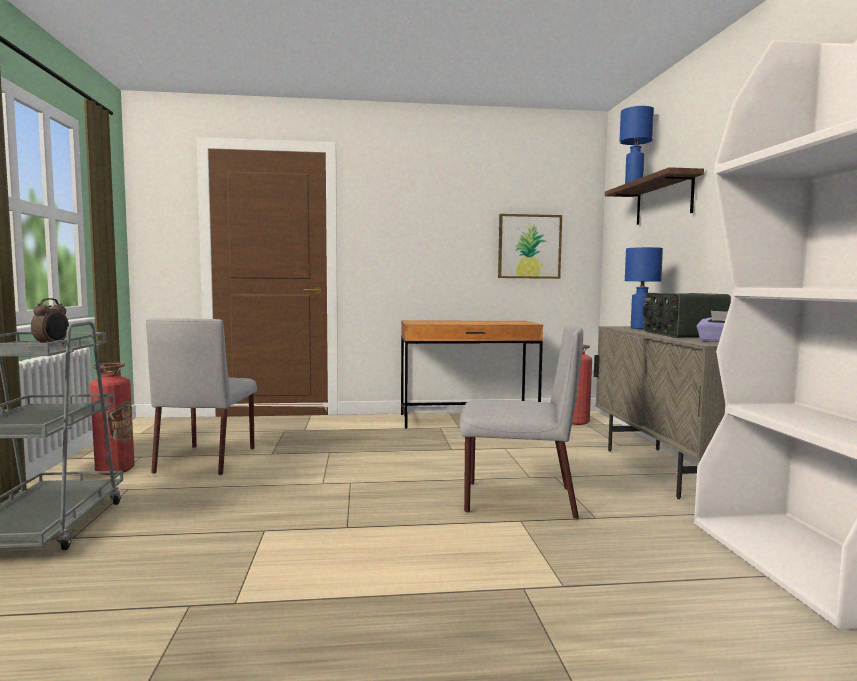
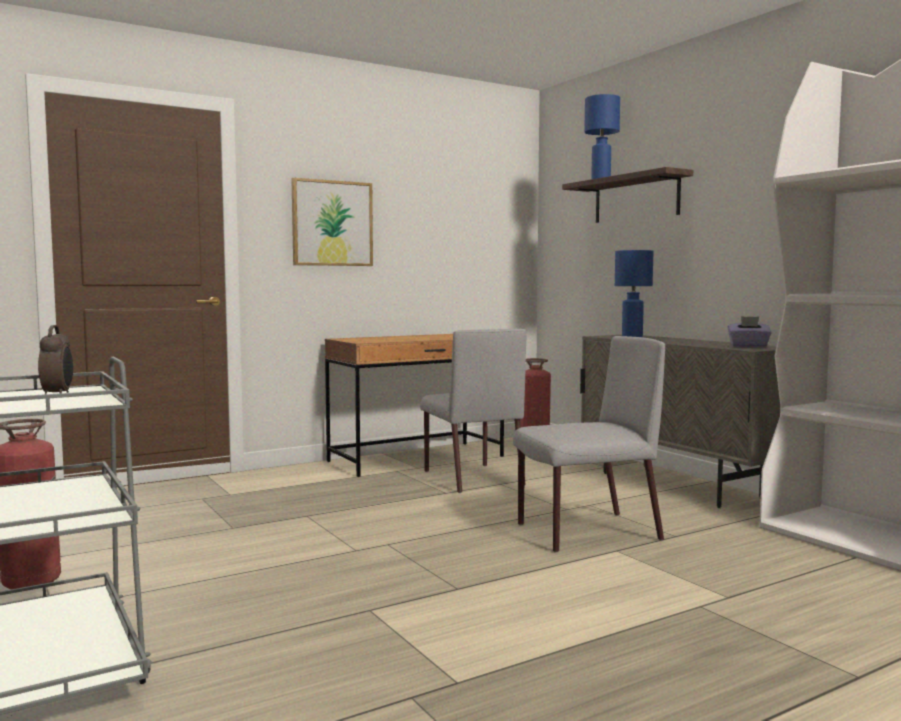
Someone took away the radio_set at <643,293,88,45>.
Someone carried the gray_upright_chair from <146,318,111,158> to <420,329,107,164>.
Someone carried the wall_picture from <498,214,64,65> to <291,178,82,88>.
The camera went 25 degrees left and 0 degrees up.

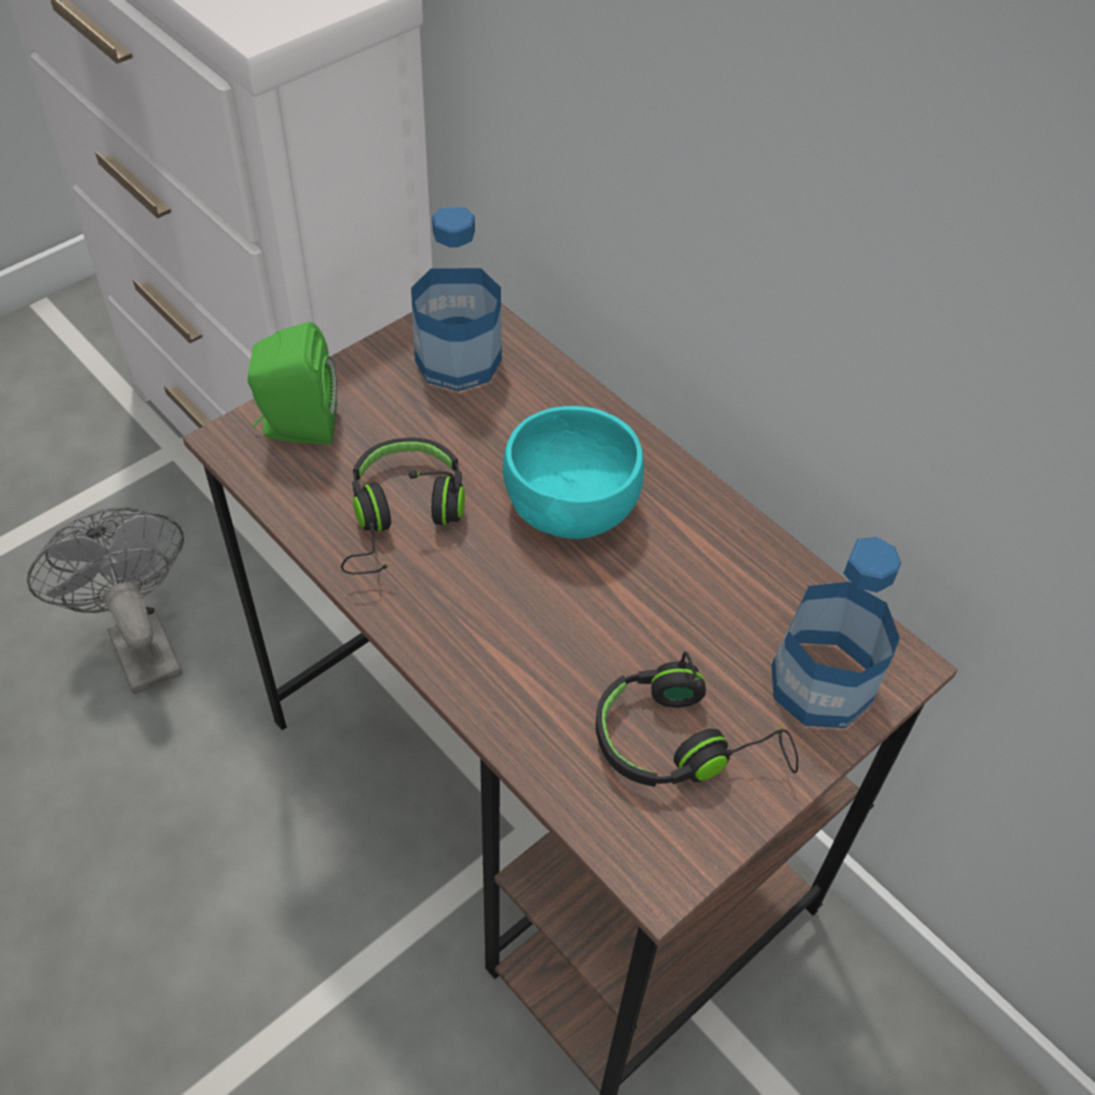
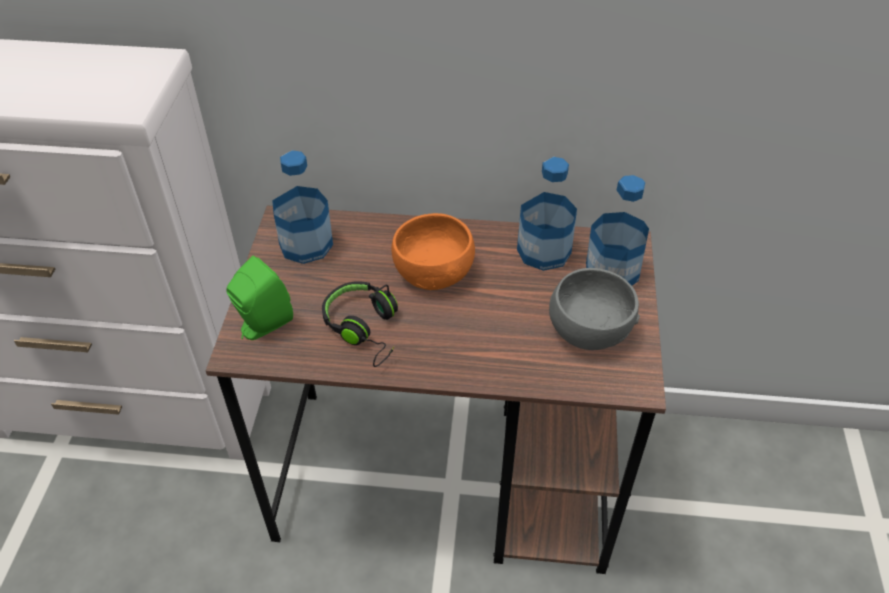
Someone took away the gray_cooling_fan at <27,507,157,187>.
Someone put down the bottle at <517,157,60,114>.
Someone swapped the black_pair_of_headphones at <596,652,202,135> for the gray_deep_dish at <549,268,91,82>.
Someone repainted the turquoise_deep_dish at <503,406,141,133>, which became the orangey_deep_dish at <391,213,84,77>.
The camera went 40 degrees left and 5 degrees down.

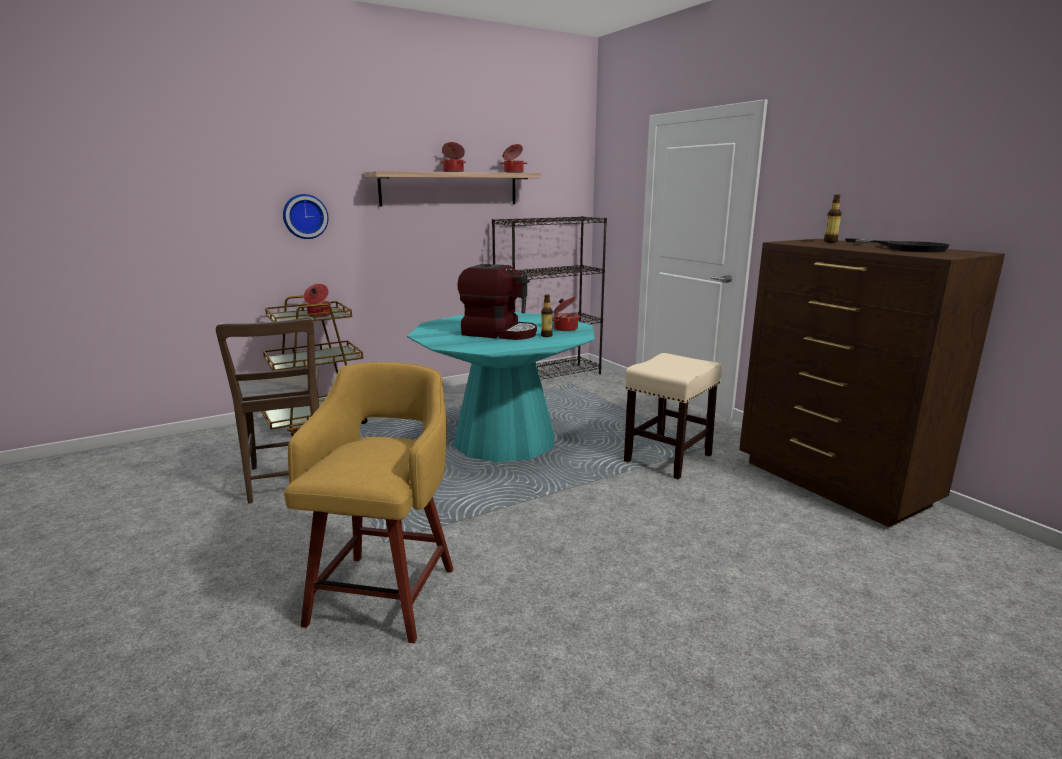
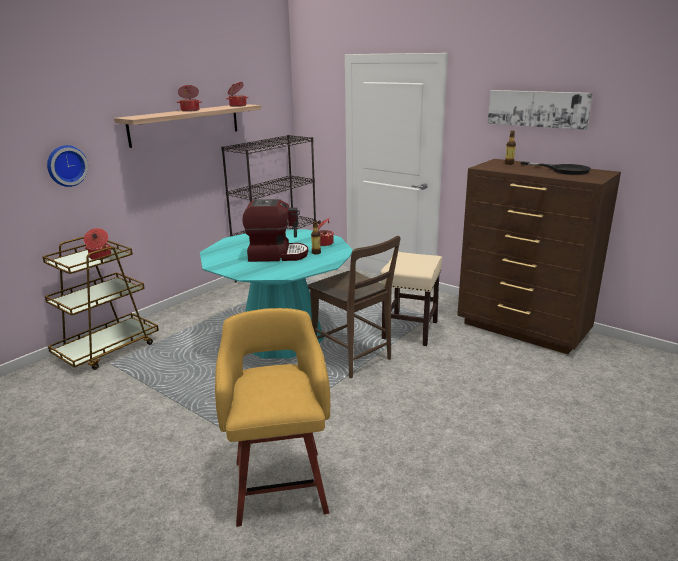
Someone put up the wall_picture at <488,90,105,40>.
Someone carried the brown_upright_chair from <216,318,103,185> to <308,236,92,142>.
The camera went 20 degrees left and 5 degrees up.

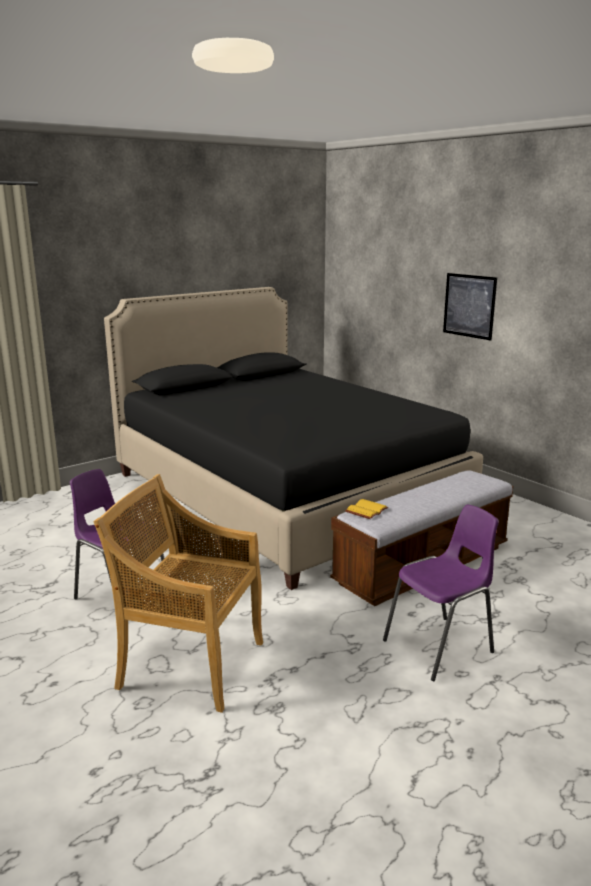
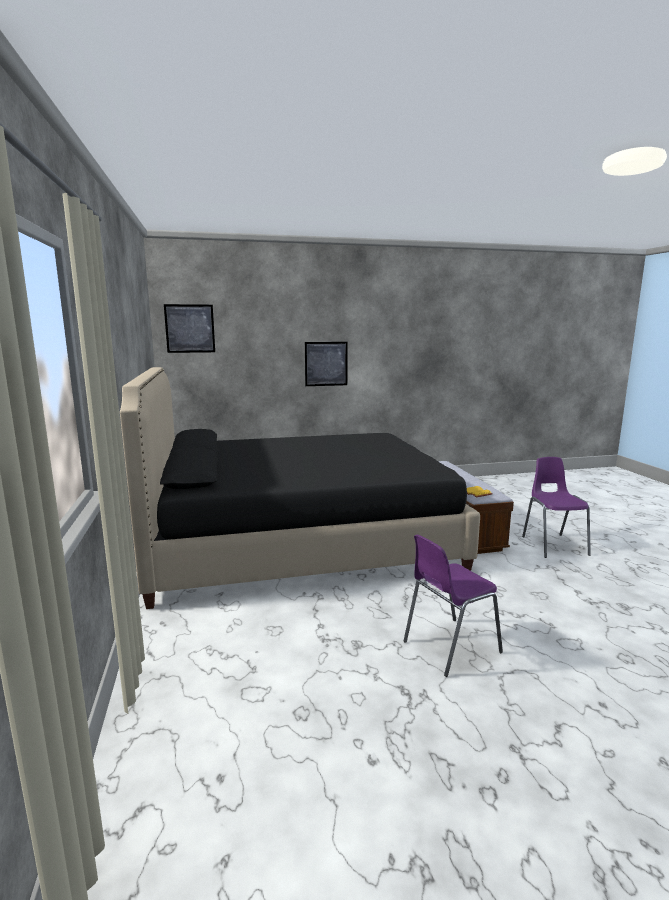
Someone took away the beige_upright_chair at <93,474,170,239>.
Someone put up the wall_picture at <164,304,51,49>.
The camera went 65 degrees left and 5 degrees down.

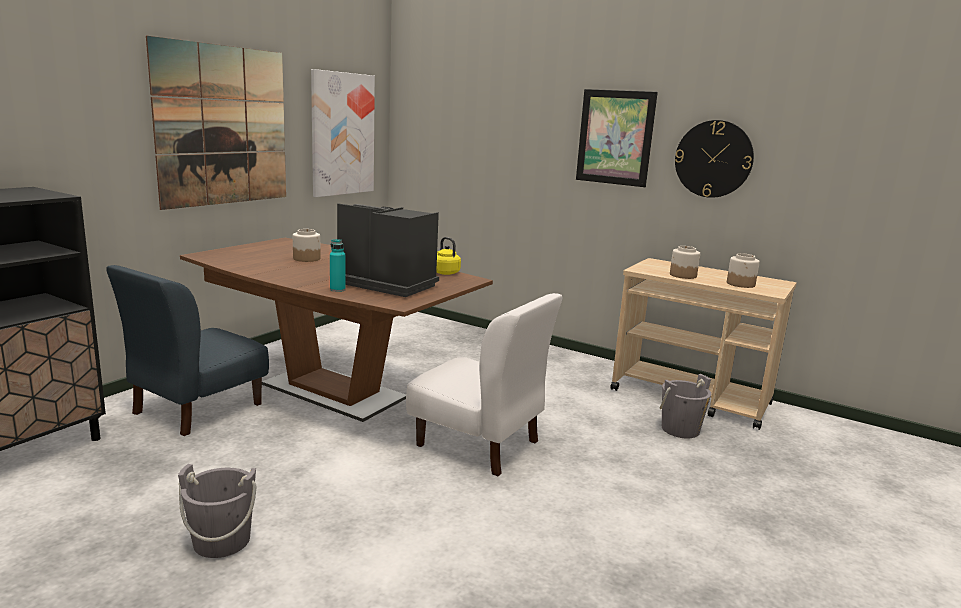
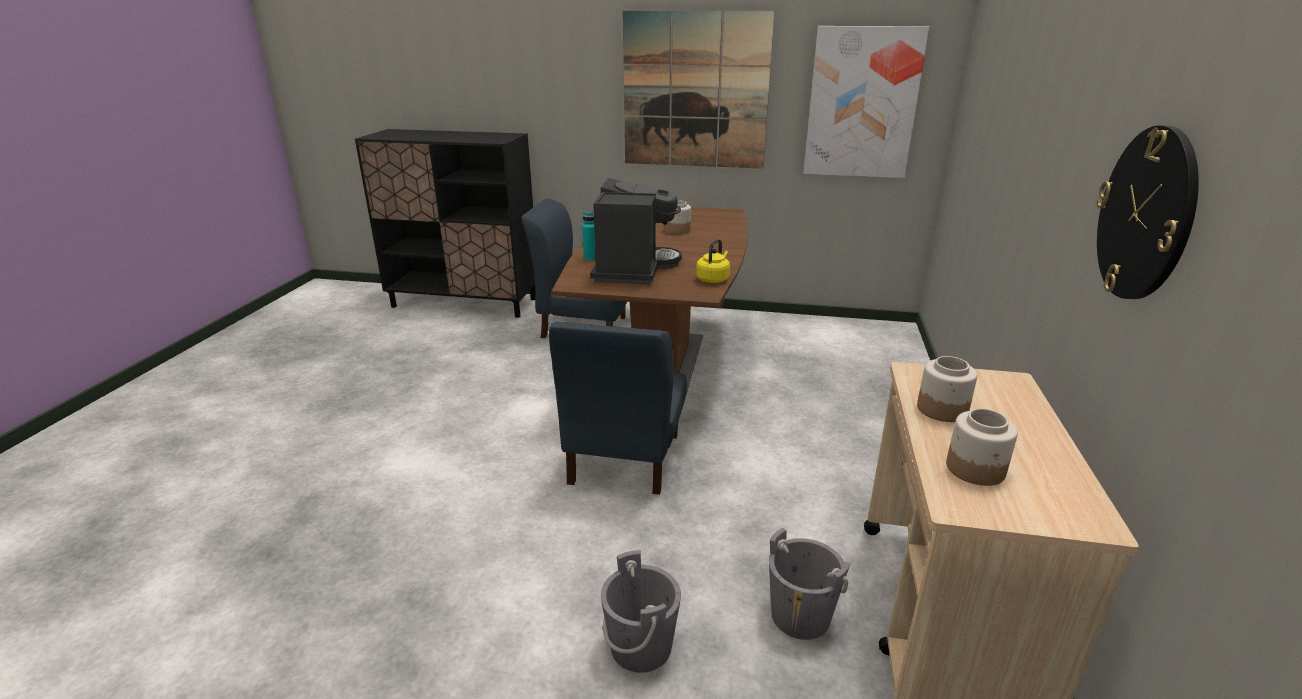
Someone took away the wall_picture at <576,89,82,98>.
Someone carried the gray_bucket from <178,464,78,94> to <601,550,80,123>.
Someone repainted the white_upright_chair at <406,293,156,183>, which became the bluish_upright_chair at <549,322,138,173>.
The camera went 70 degrees right and 10 degrees up.

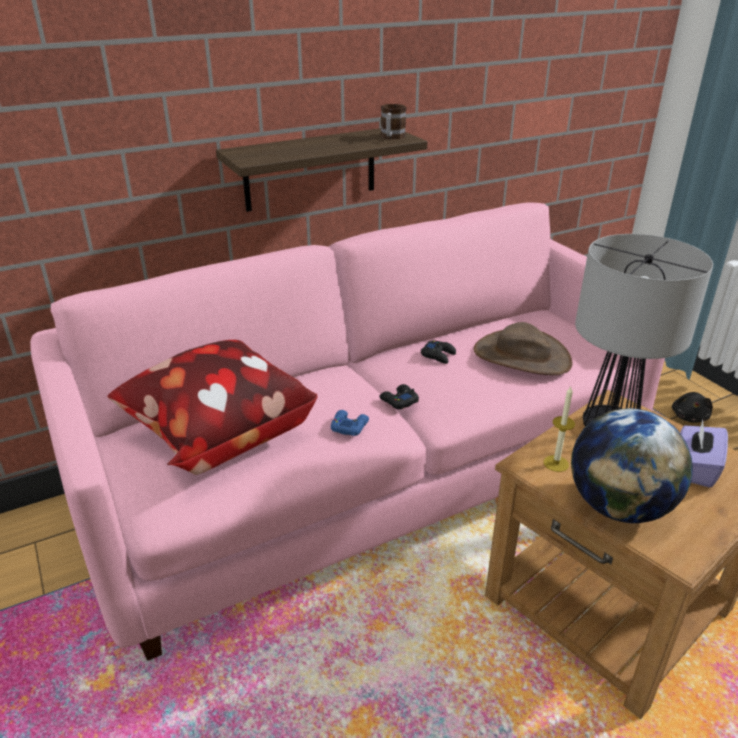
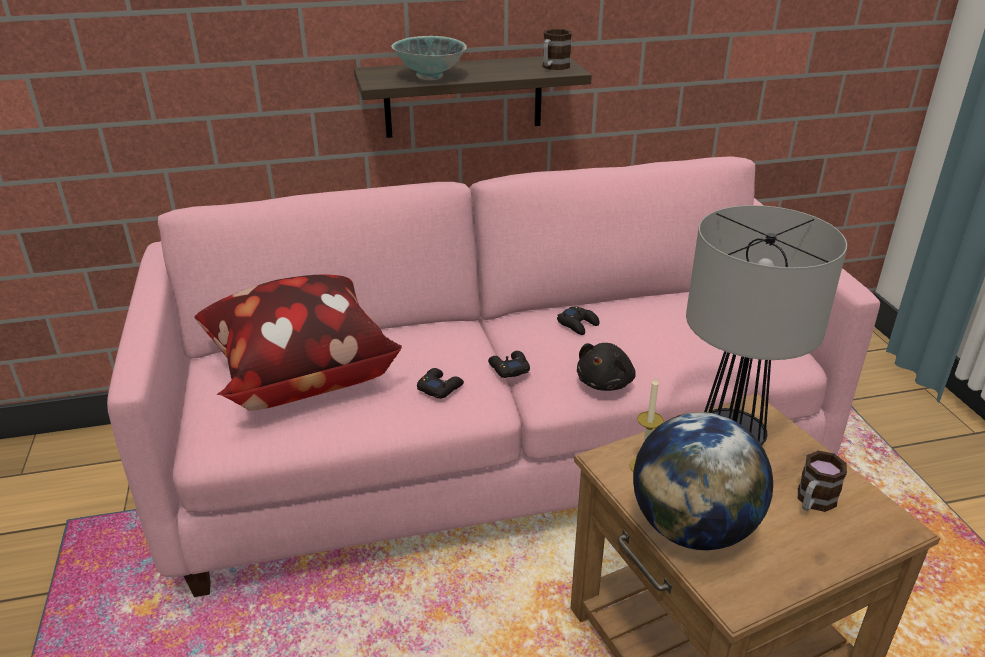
Someone took away the brown_clothing_hat at <474,322,98,53>.
Someone put down the deep_dish at <392,36,75,44>.
Someone carried the black_cuddly_toy from <672,392,41,31> to <576,343,60,48>.
Someone swapped the purplish_box_of_tissues at <680,419,48,69> for the tea_mug at <798,451,49,61>.
Someone repainted the bluish_game_controller at <331,410,38,26>, which became the black_game_controller at <417,368,47,31>.
The camera went 15 degrees right and 0 degrees up.

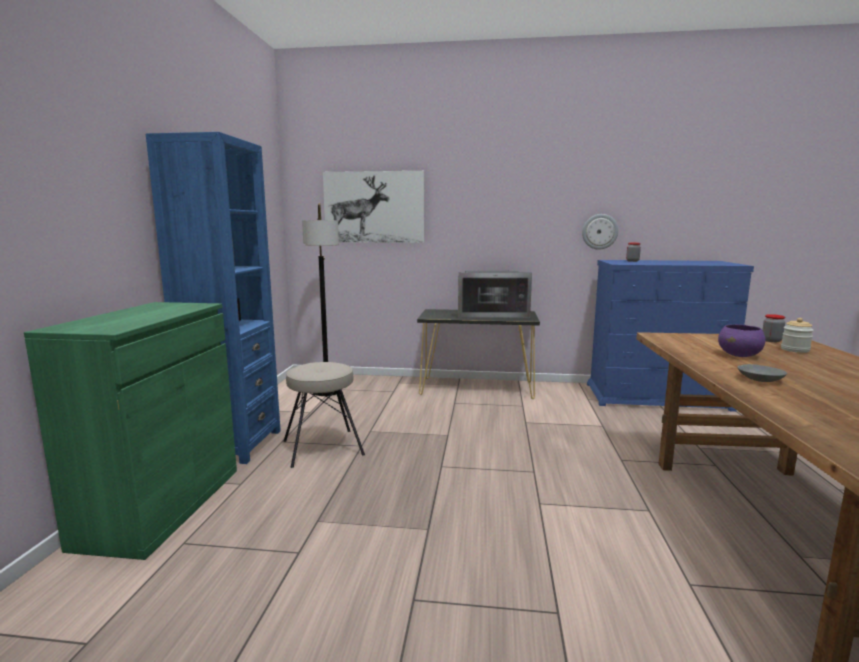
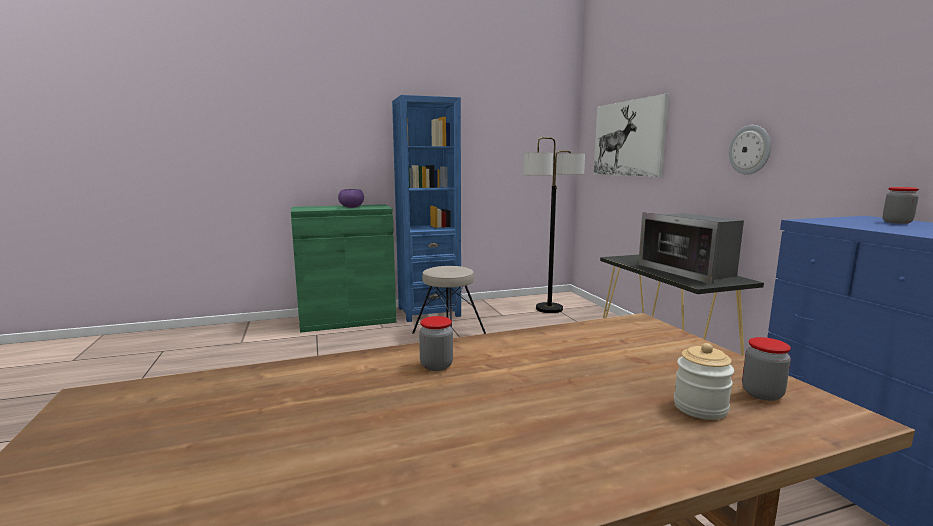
Someone carried the wall_clock from <582,214,36,36> to <729,125,42,50>.
Someone carried the purplish_deep_dish from <718,324,48,33> to <338,189,26,19>.
Someone swapped the gray_deep_dish at <737,364,50,18> for the preserve_jar at <419,316,34,55>.
The camera went 65 degrees right and 0 degrees up.

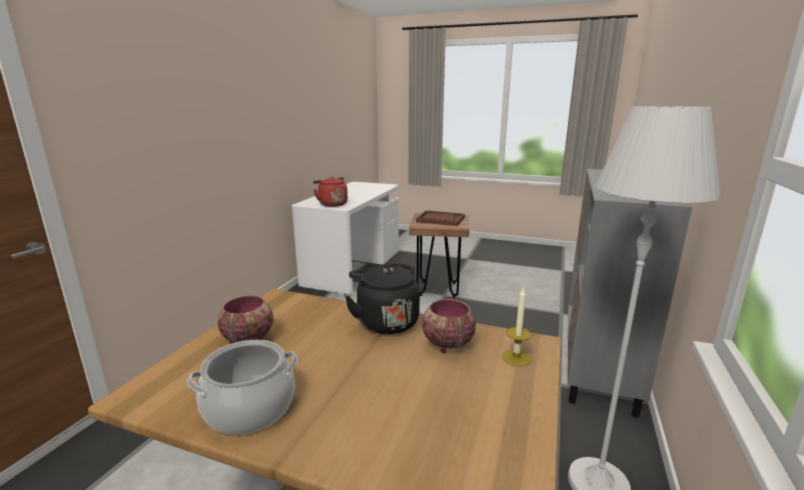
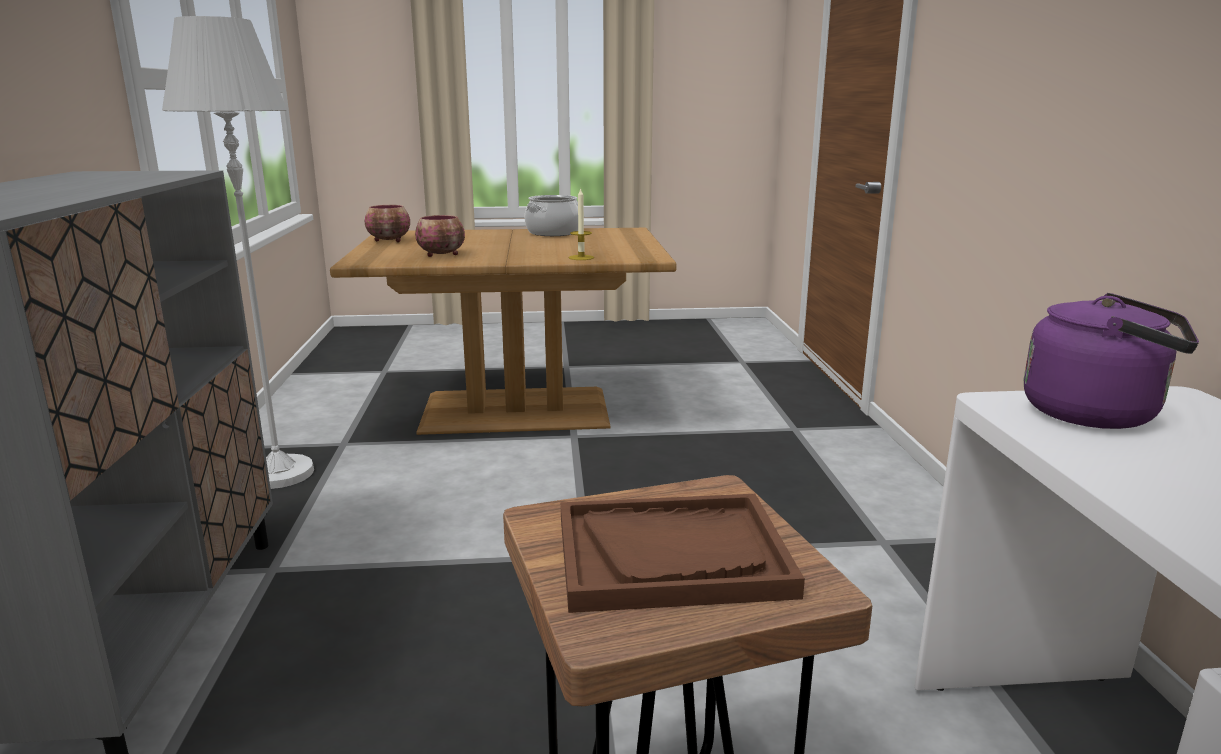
Someone took away the black_tea_kettle at <345,263,75,71>.
Someone carried the deep_dish from <218,295,56,49> to <364,205,46,37>.
Someone carried the wax_light from <502,287,30,79> to <569,187,25,73>.
Someone repainted the red-coloured_tea_kettle at <313,177,35,30>, which became the purplish_tea_kettle at <1024,293,175,136>.
The camera went 155 degrees right and 0 degrees up.

